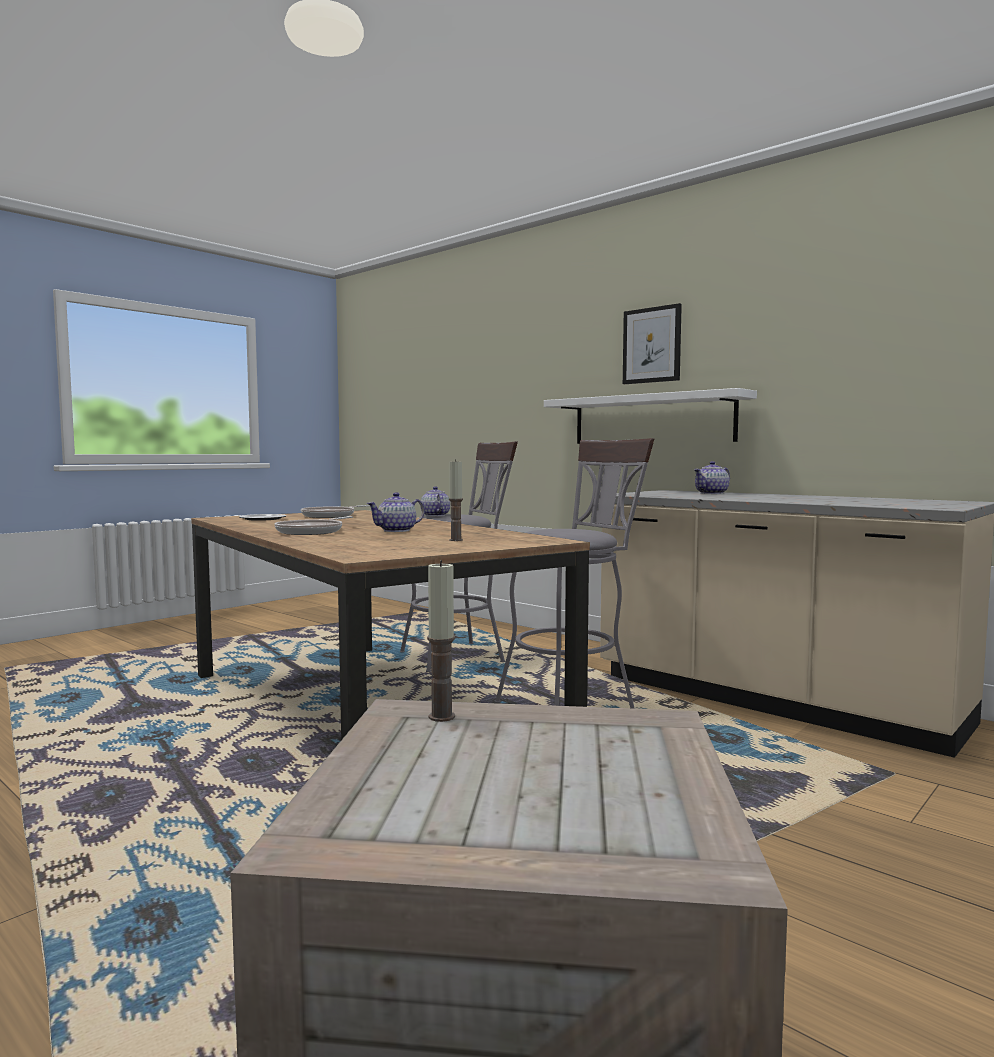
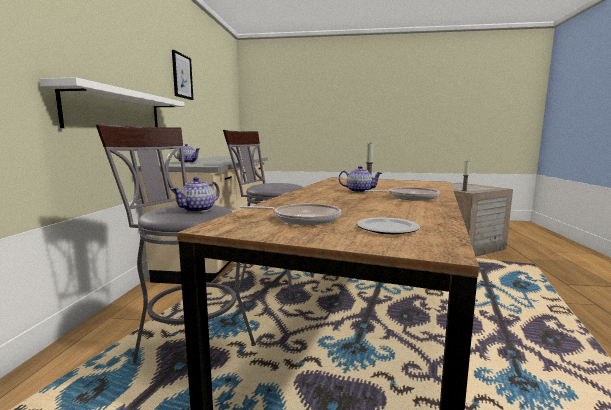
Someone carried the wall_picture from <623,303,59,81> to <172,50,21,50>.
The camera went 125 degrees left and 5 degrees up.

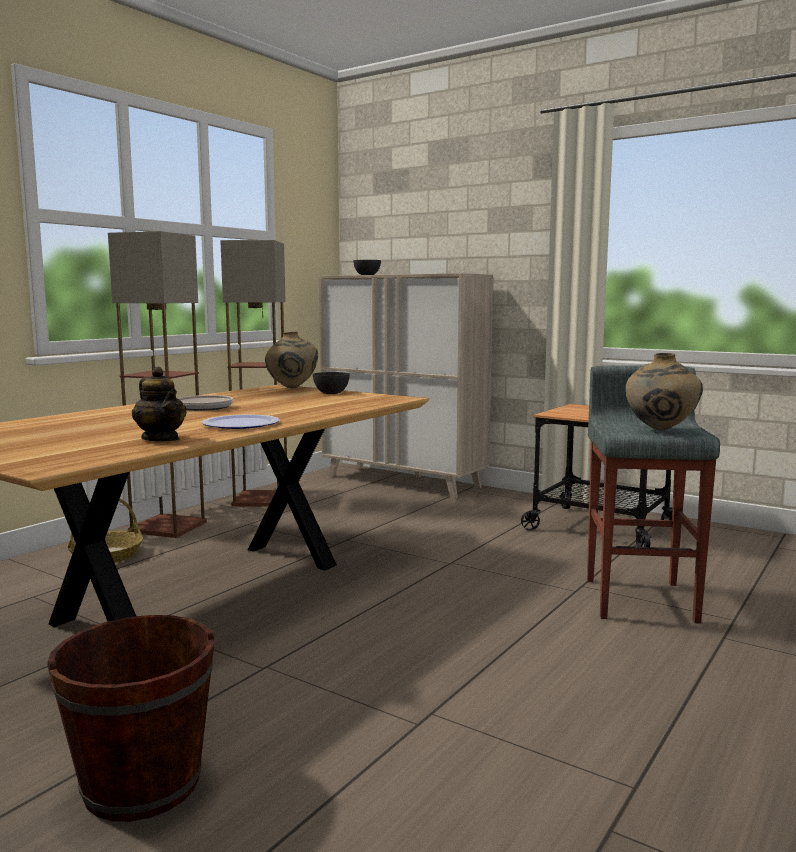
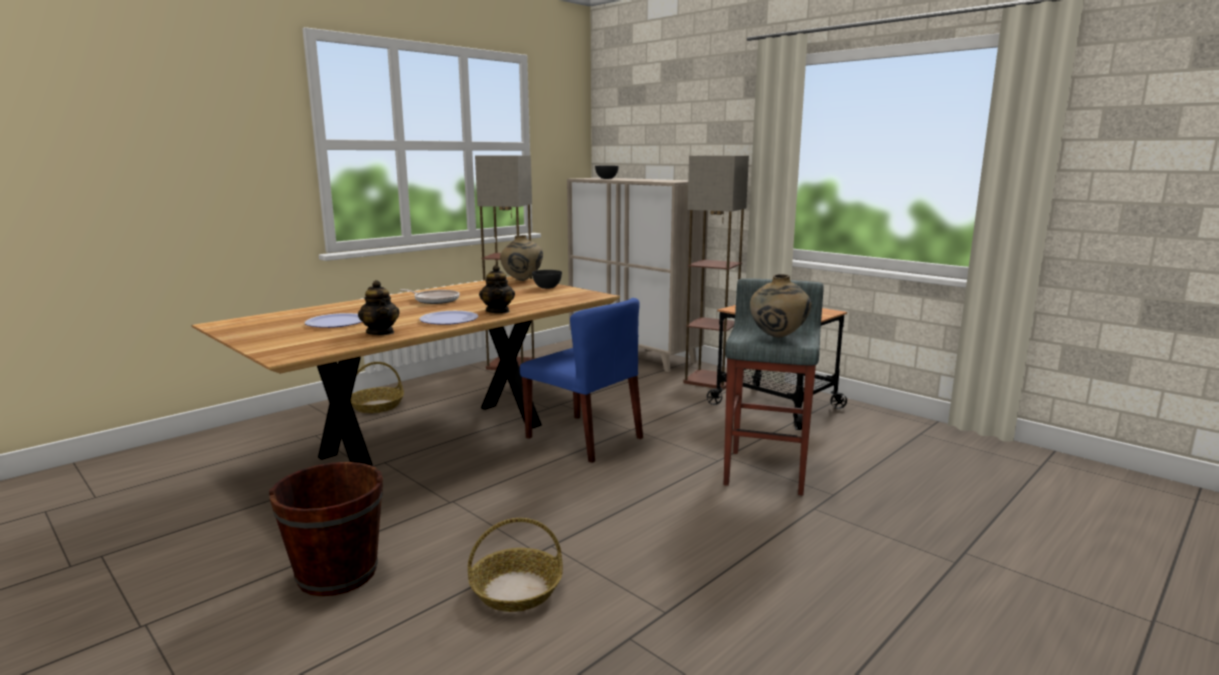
Someone put down the flat_dish at <305,313,57,15>.
Someone put down the basket at <468,518,95,94>.
Someone put down the tea_pot at <479,265,36,49>.
Someone put down the bluish_upright_chair at <520,298,123,165>.
Someone carried the standard_lamp from <108,231,99,307> to <684,156,65,234>.
The camera went 10 degrees right and 5 degrees up.

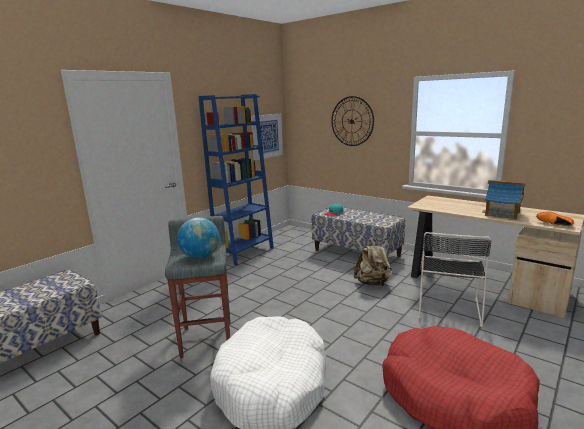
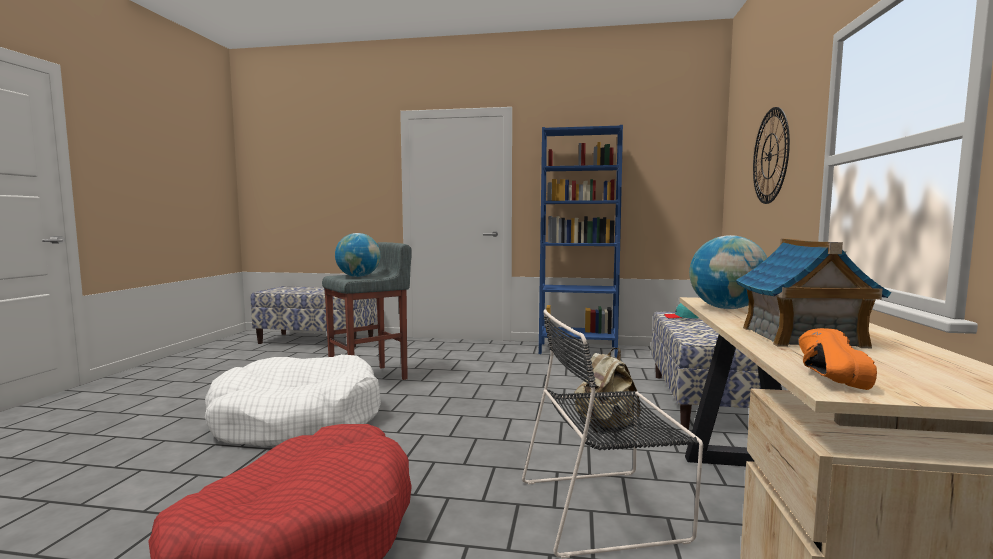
Someone took away the wall_picture at <251,114,32,46>.
Someone put down the desk_globe at <689,235,78,74>.
The camera went 60 degrees right and 10 degrees down.

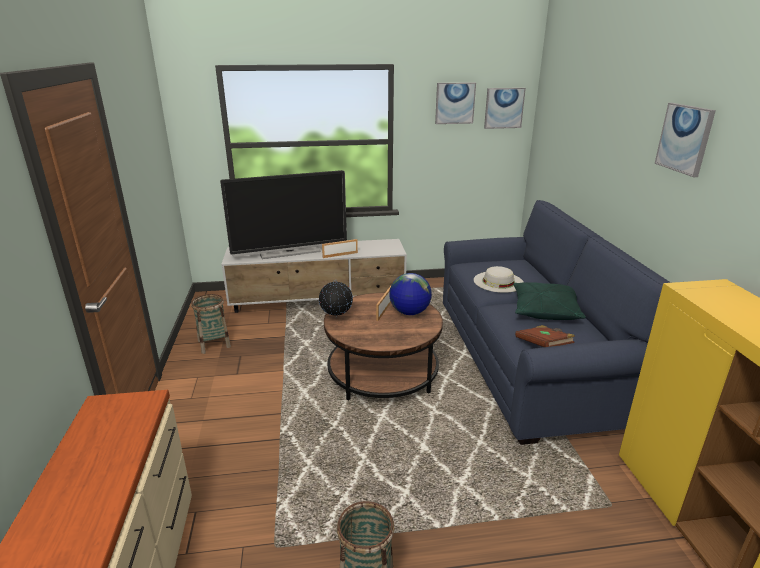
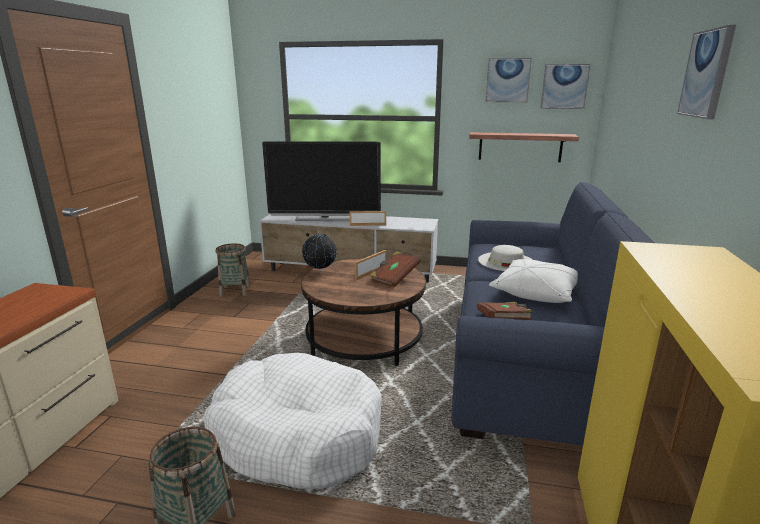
Someone put down the white_dog_cushion at <204,353,178,136>.
Someone put up the shelf at <469,132,110,30>.
Someone swapped the desk_globe at <389,273,43,42> for the brown_volume at <370,251,51,36>.
Someone repainted the greenish_cushion at <513,282,73,38>, which became the white_cushion at <489,259,89,44>.
The camera went 20 degrees right and 5 degrees down.

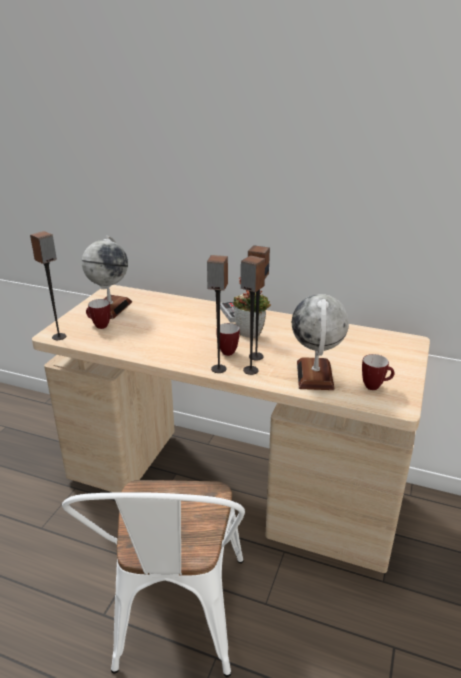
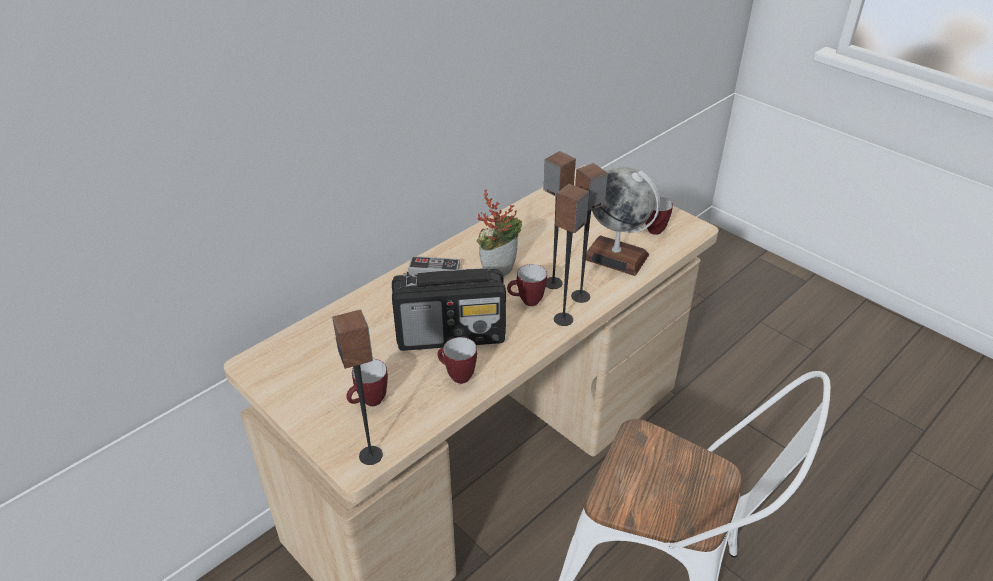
Someone took away the desk_globe at <82,236,50,83>.
Someone put down the radio_set at <392,267,114,84>.
Someone put down the tea_mug at <437,337,40,47>.
The camera went 65 degrees left and 10 degrees up.

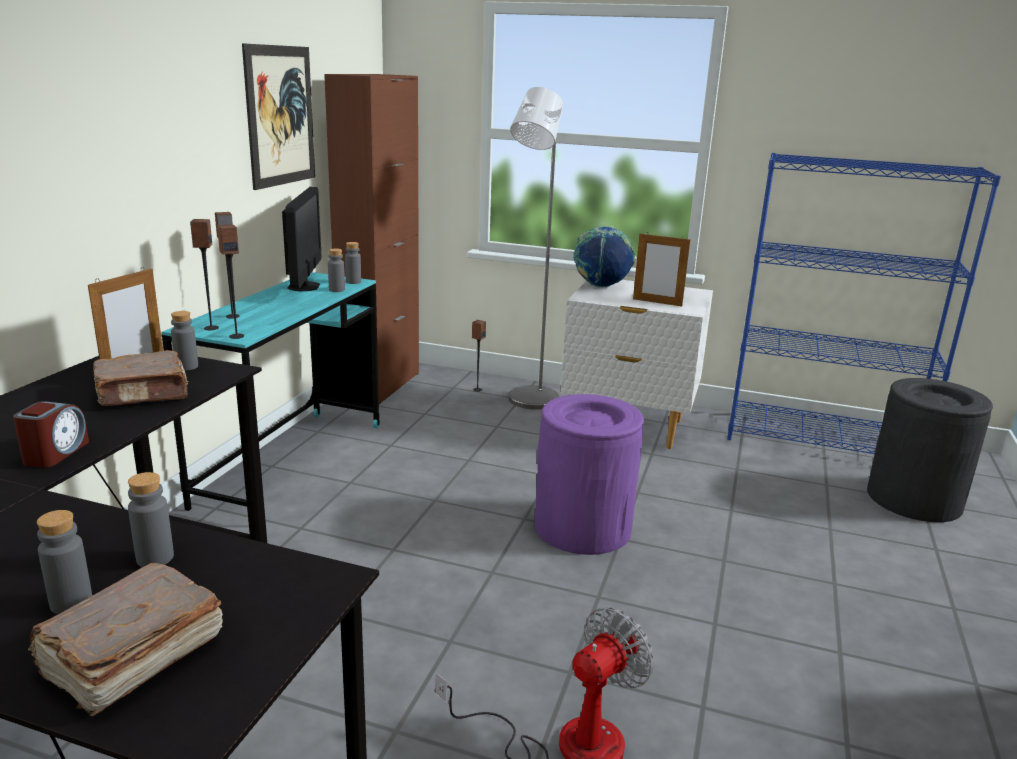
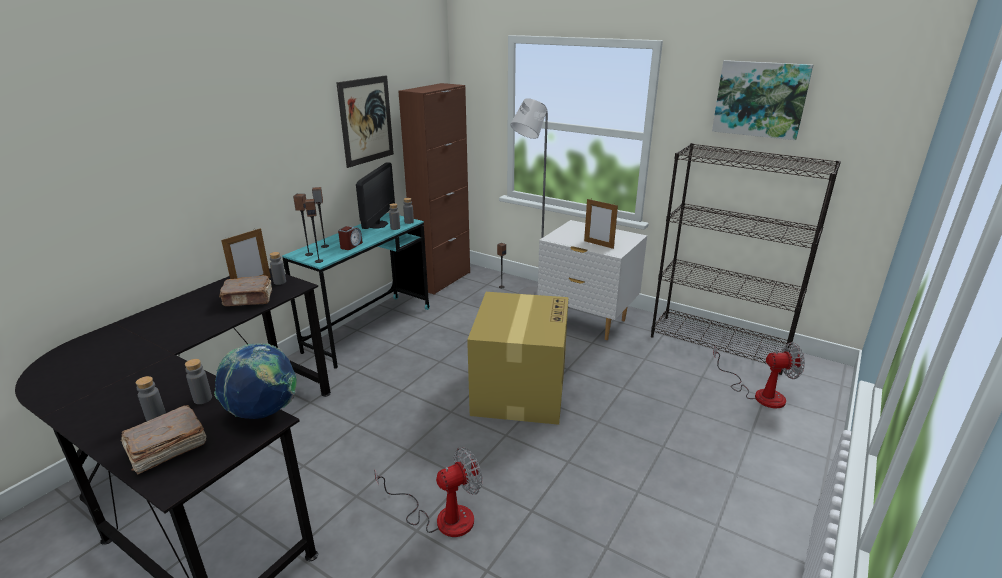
Someone put up the wall_picture at <712,60,101,80>.
Someone carried the bedside_clock from <13,401,76,67> to <338,226,25,24>.
Someone carried the desk_globe from <574,226,61,62> to <214,343,83,76>.
Someone swapped the purplish_trash_can at <535,394,109,161> for the cardboard_box at <467,292,102,133>.
Someone swapped the black_trash_can at <867,378,126,144> for the cooling_fan at <713,342,92,67>.
Someone repainted the bluish_bookcase at <727,153,274,301>, which became the black_bookcase at <651,143,190,232>.
The camera went 15 degrees right and 5 degrees up.

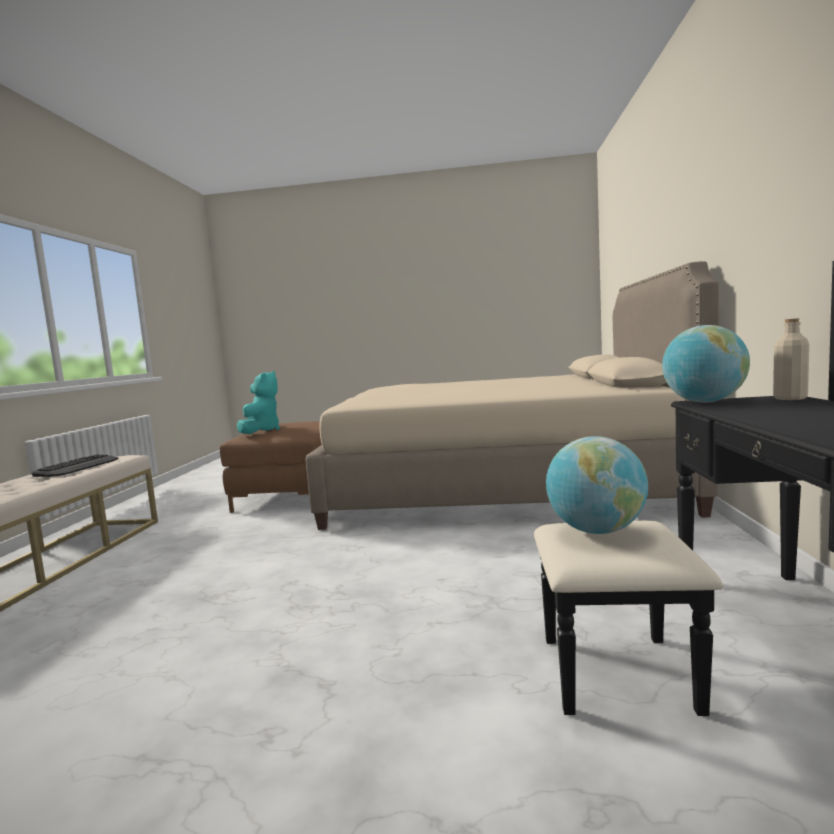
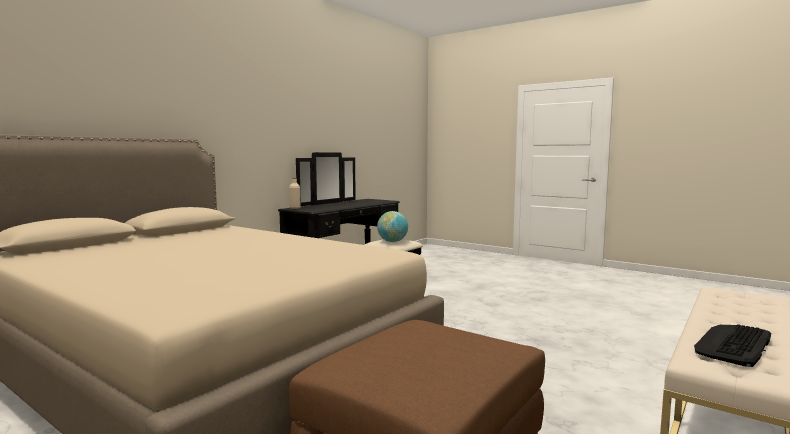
Someone took away the turquoise_cuddly_toy at <237,371,43,63>.
Someone took away the desk_globe at <662,325,88,78>.
The camera went 150 degrees left and 0 degrees up.

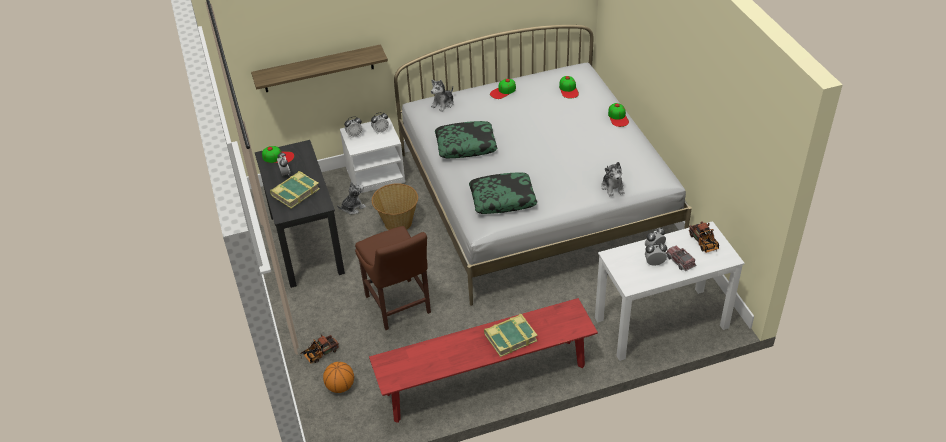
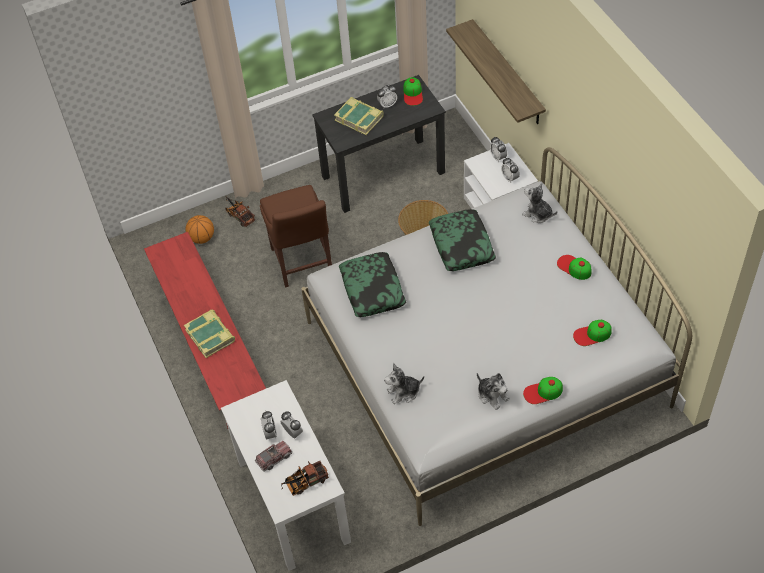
Someone carried the cuddly_toy from <337,182,29,33> to <477,373,33,37>.
Someone rotated the brown_upright_chair at <355,226,76,104> by 75 degrees counterclockwise.
The camera went 85 degrees right and 10 degrees up.

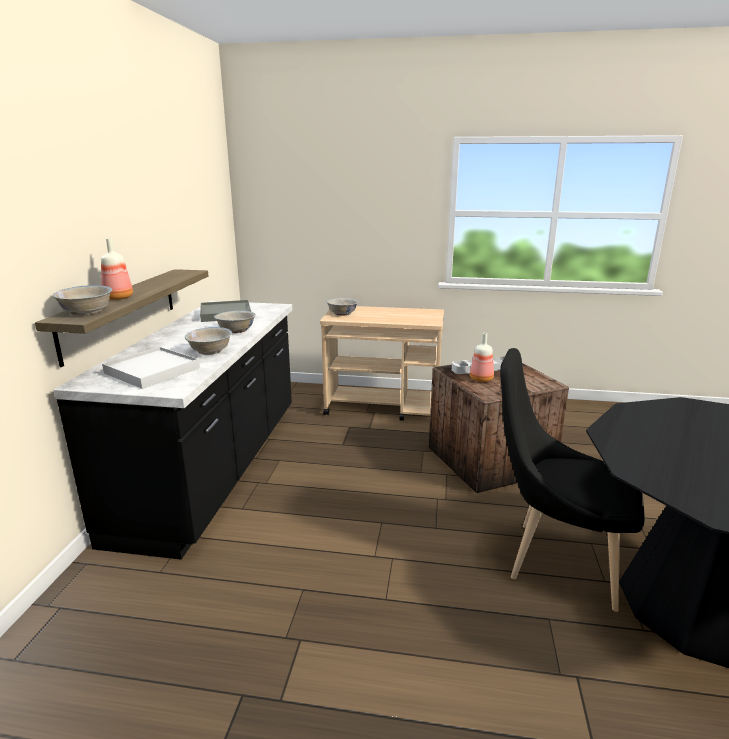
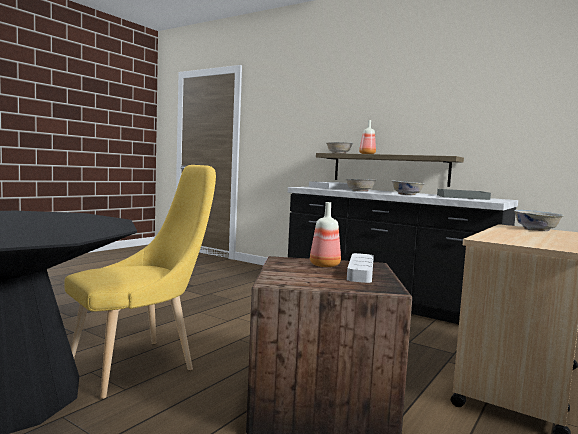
Someone repainted the black_upright_chair at <500,348,145,264>, which became the yellow_upright_chair at <64,165,152,234>.
The camera went 115 degrees right and 15 degrees down.

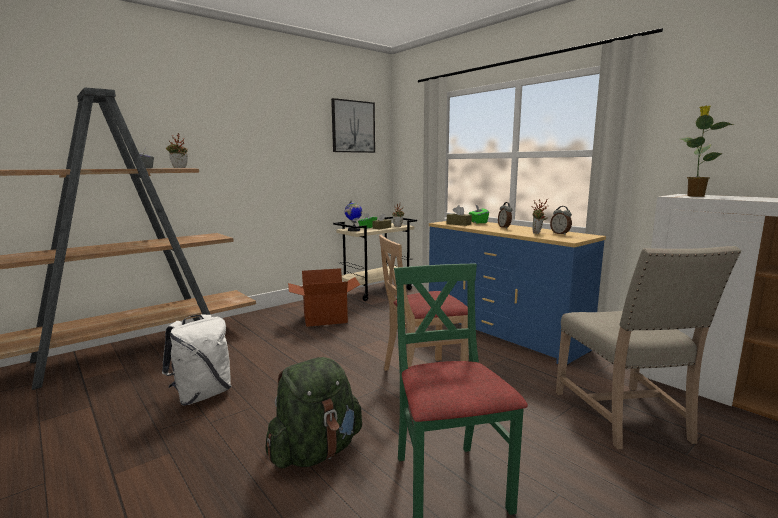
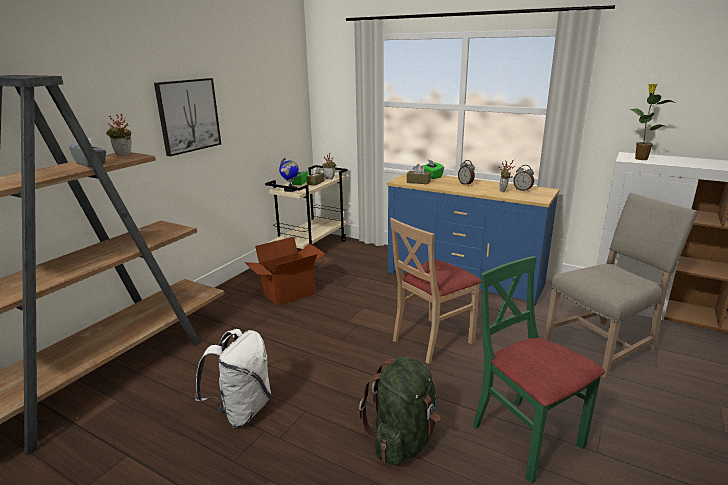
Someone carried the wall_picture from <331,98,44,55> to <154,78,67,78>.
Someone rotated the beige_upright_chair at <556,246,185,203> by 90 degrees counterclockwise.
The camera went 20 degrees left and 10 degrees up.

